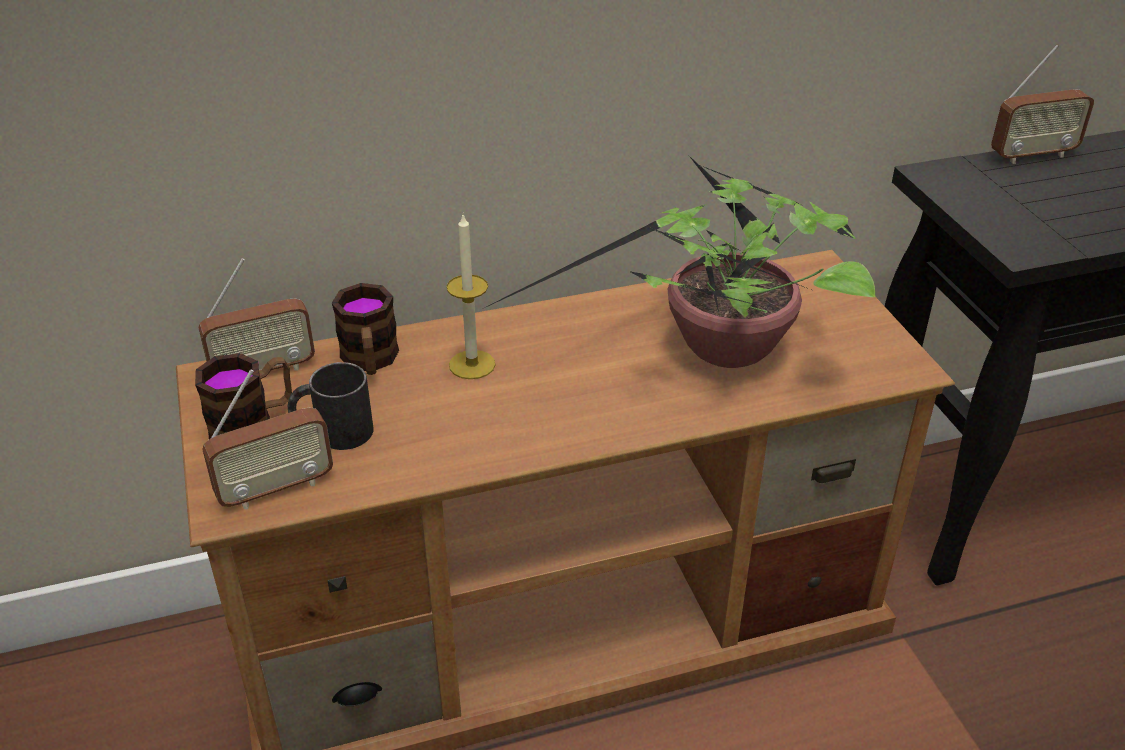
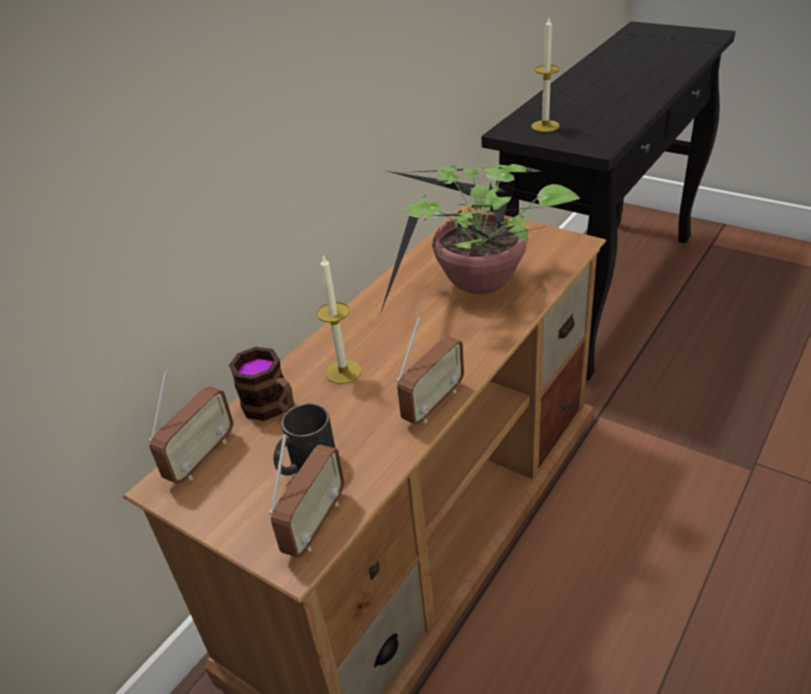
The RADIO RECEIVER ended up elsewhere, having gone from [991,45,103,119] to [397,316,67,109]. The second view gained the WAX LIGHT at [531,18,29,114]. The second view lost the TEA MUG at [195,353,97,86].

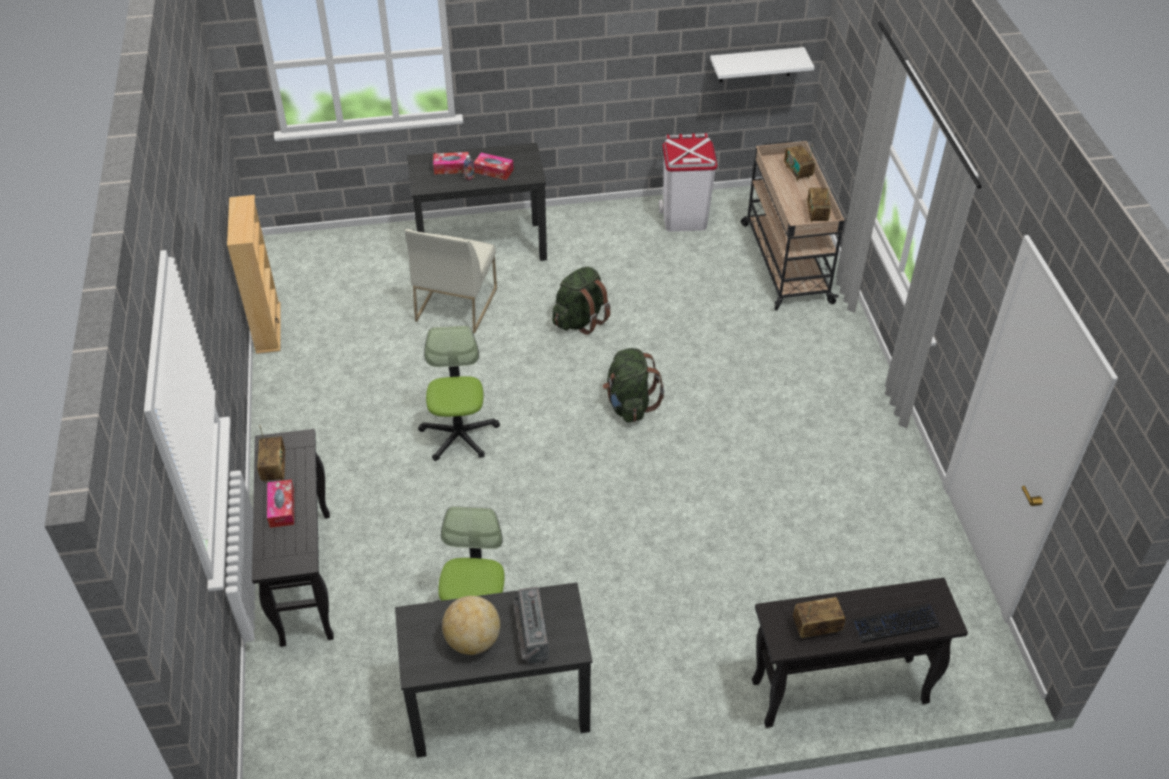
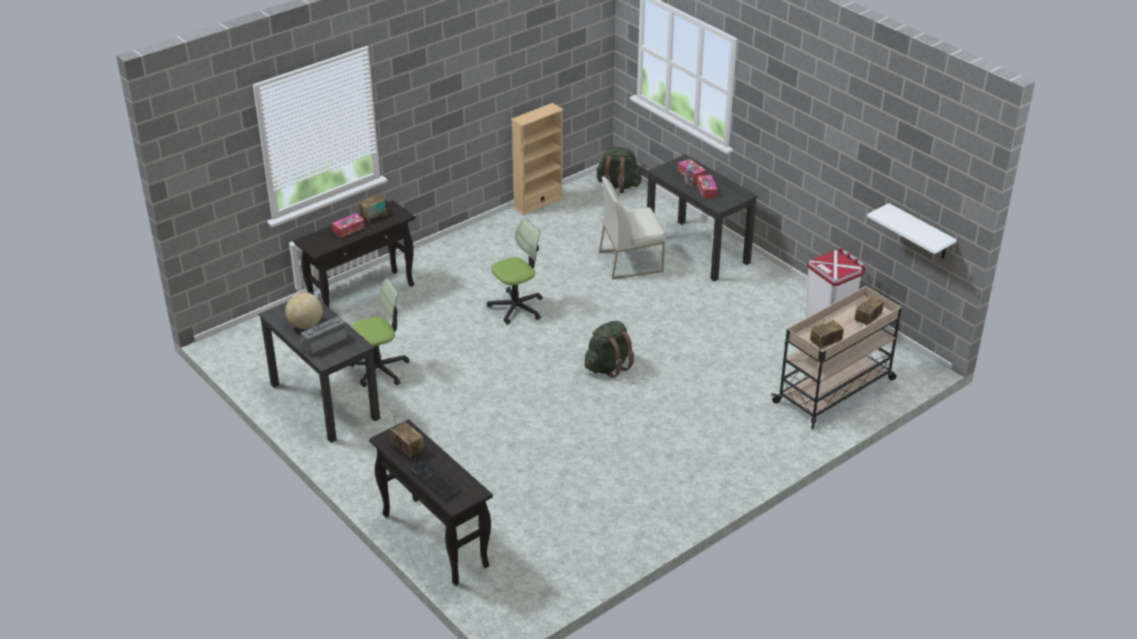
The GREEN-COLOURED RUCKSACK ended up elsewhere, having gone from [552,266,59,69] to [596,147,46,46].

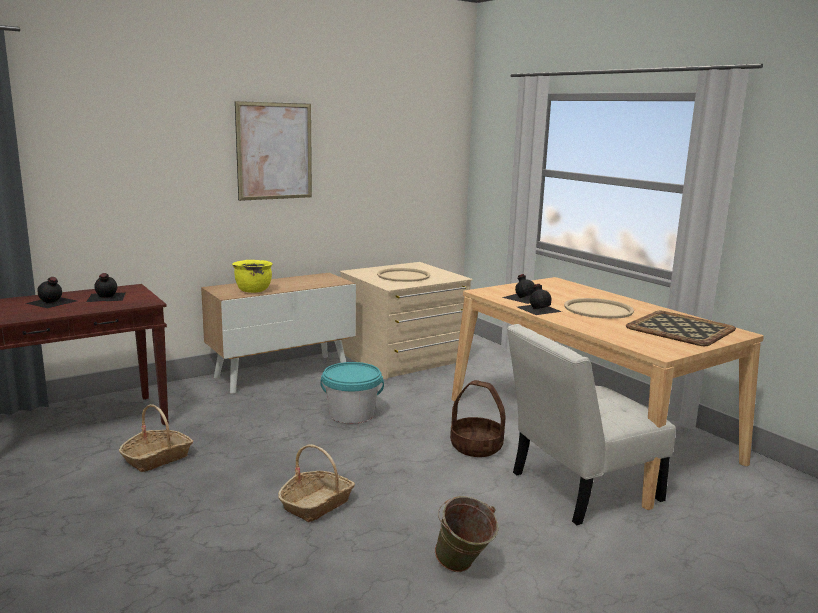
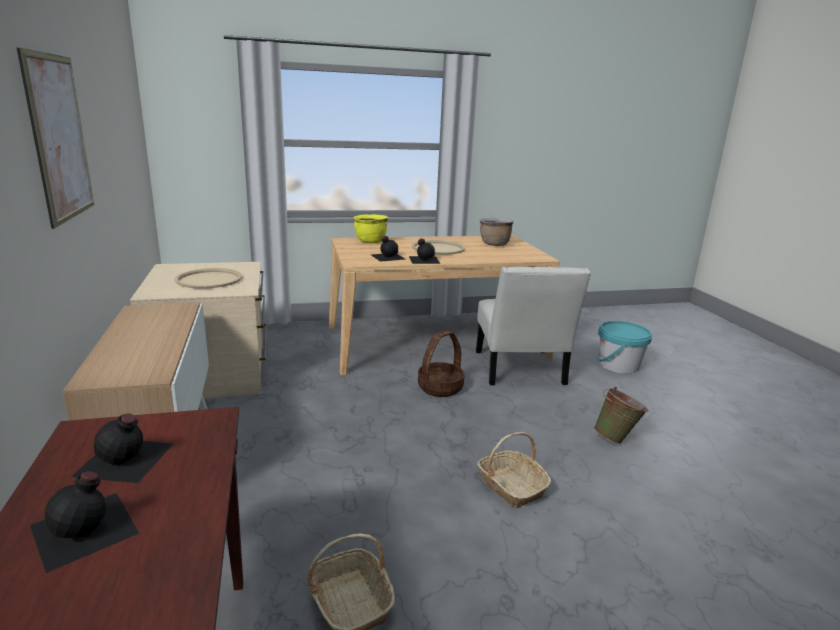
The YELLOWISH COOKING POT ended up elsewhere, having gone from [232,260,41,33] to [353,214,35,29]. Where the CARRYING TRAY stood at [626,311,110,35], the BROWN-COLOURED COOKING POT came to stand at [480,217,34,29]. The TURQUOISE-COLOURED WATER BUCKET ended up elsewhere, having gone from [320,362,64,62] to [597,321,55,53].

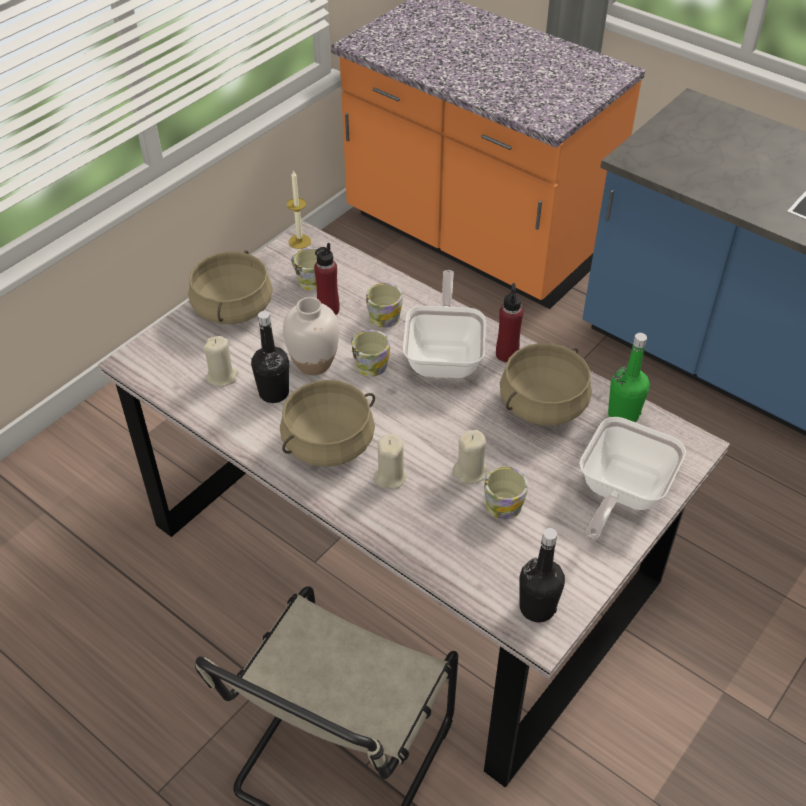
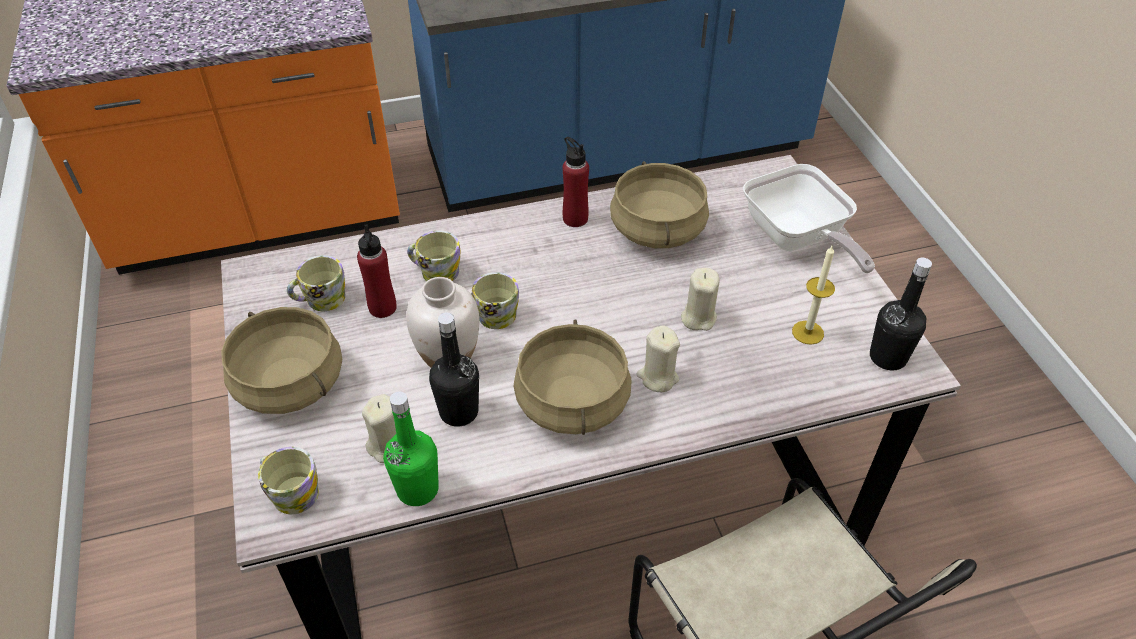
The TEA MUG ended up elsewhere, having gone from [484,466,44,54] to [258,447,61,67]. The GREEN-COLOURED BEVERAGE BOTTLE ended up elsewhere, having gone from [608,333,42,89] to [383,392,56,114]. The WAX LIGHT ended up elsewhere, having gone from [287,170,24,79] to [792,246,43,99]. The second view lost the PAN at [403,270,83,108].

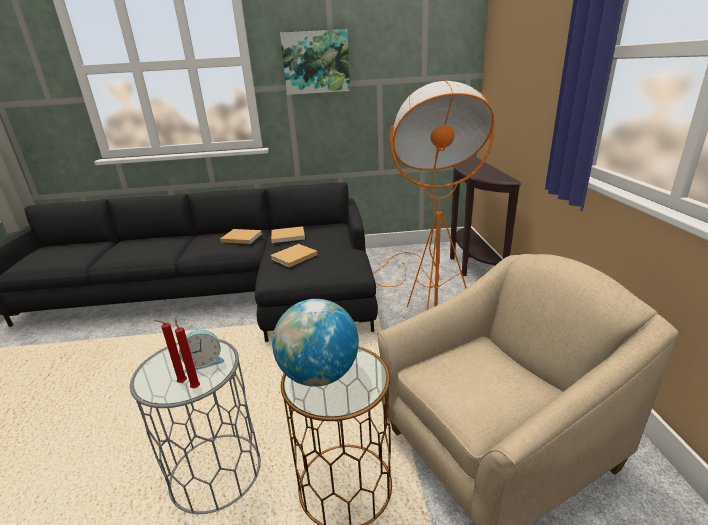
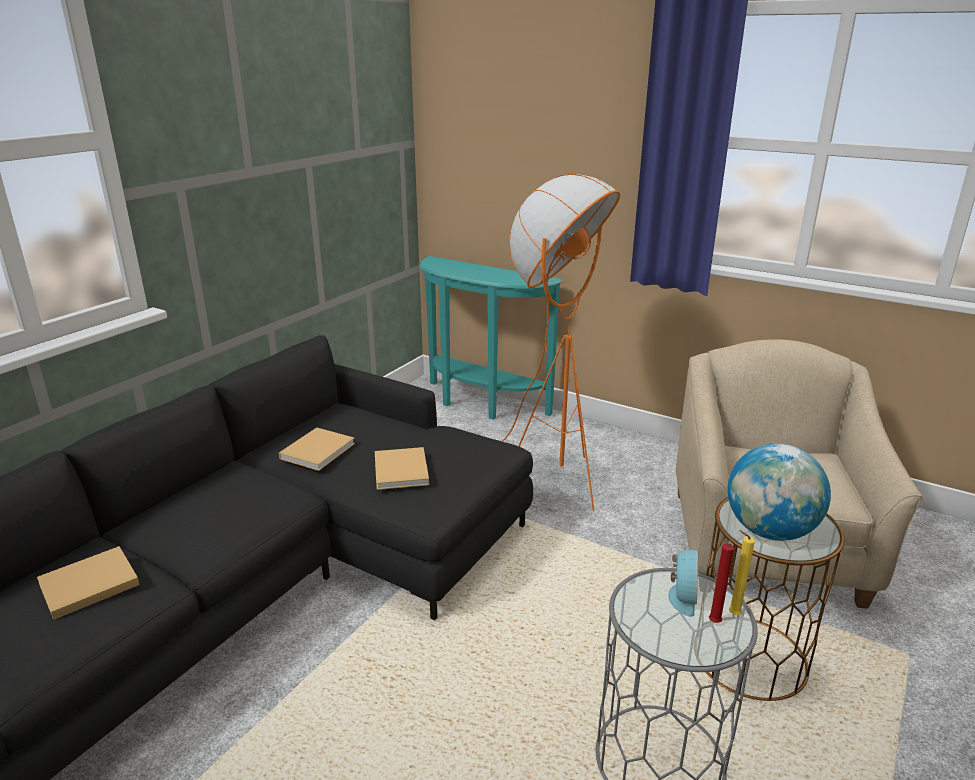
The SAND-COLOURED VOLUME ended up elsewhere, having gone from [220,229,42,15] to [37,546,103,74]. What was the BROWN-COLOURED NARROW TABLE at [450,156,71,120] turned into the TURQUOISE-COLOURED NARROW TABLE at [419,256,143,164]. What was the RED WAX LIGHT at [175,319,25,69] turned into the YELLOWISH WAX LIGHT at [729,530,26,85]. The second view lost the WALL ART at [280,29,70,66].

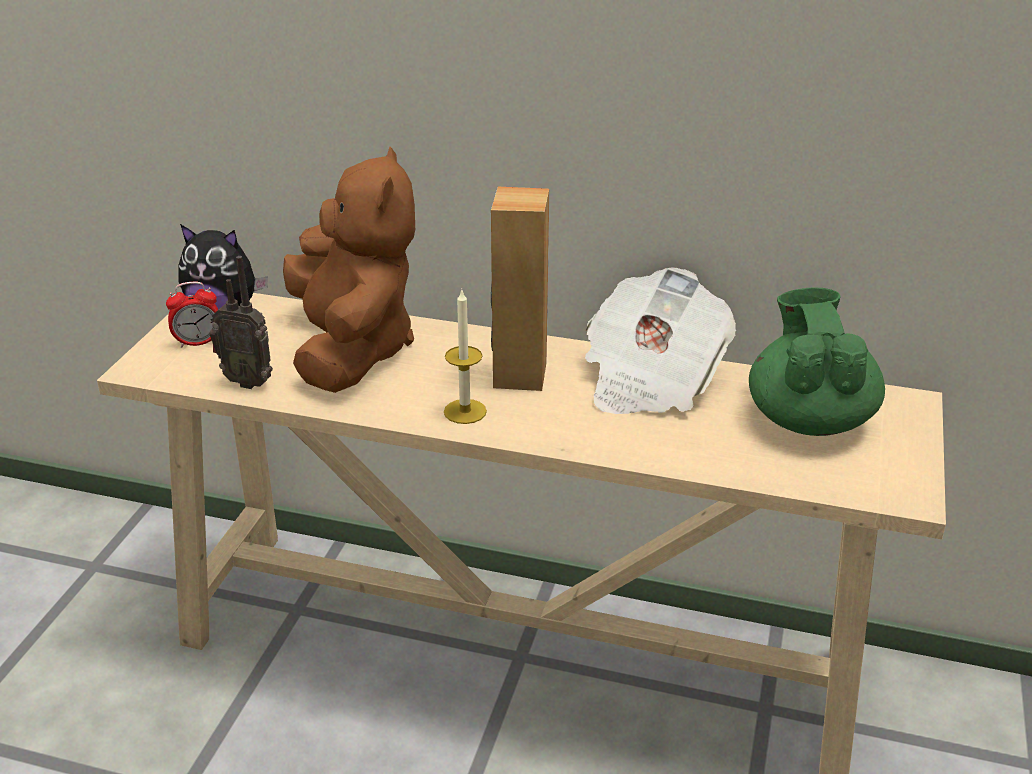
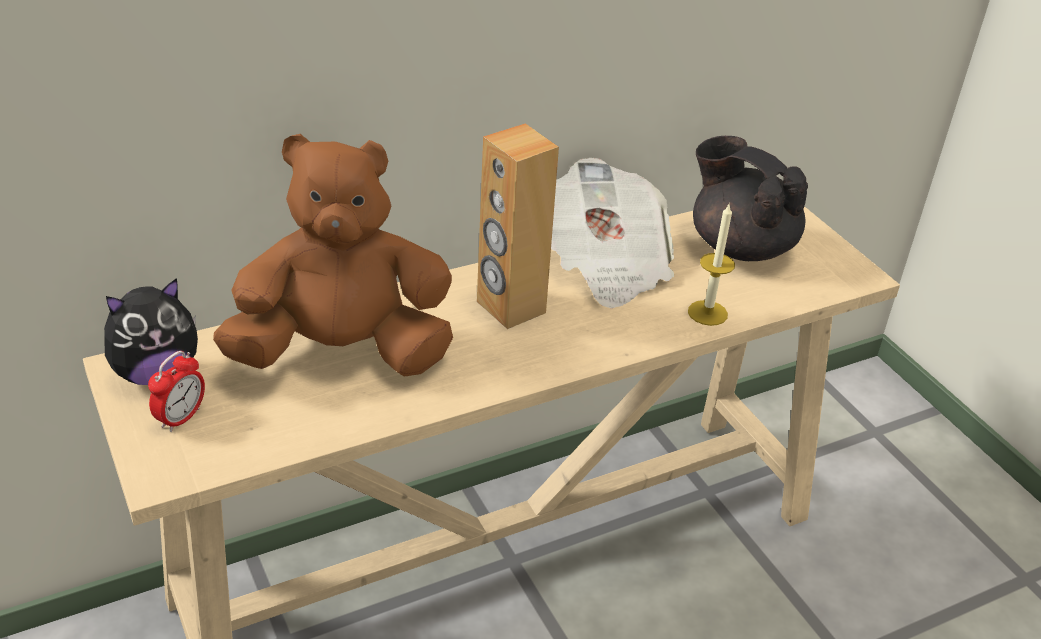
The BROWN-COLOURED SOFT TOY at [283,146,132,247] ended up facing another way, 45 degrees counterclockwise from before. The WAX LIGHT ended up elsewhere, having gone from [444,290,43,134] to [688,204,47,122]. What was the GREEN-COLOURED TEA POT at [749,287,136,149] turned into the BLACK-COLOURED TEA POT at [693,136,115,125]. The second view lost the RADIO RECEIVER at [209,256,64,133].

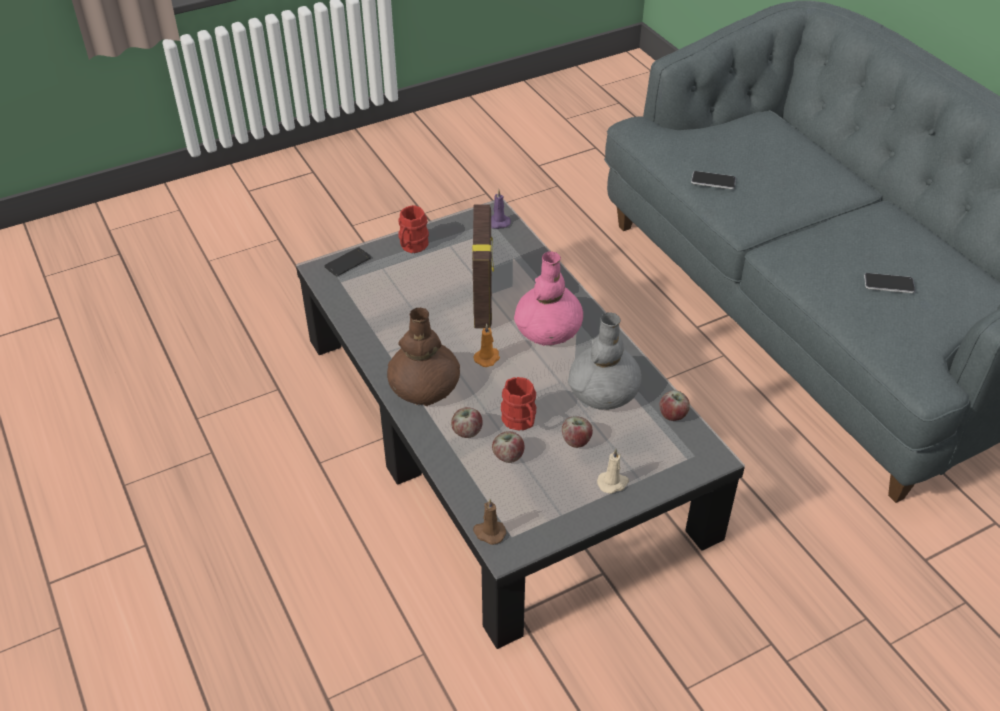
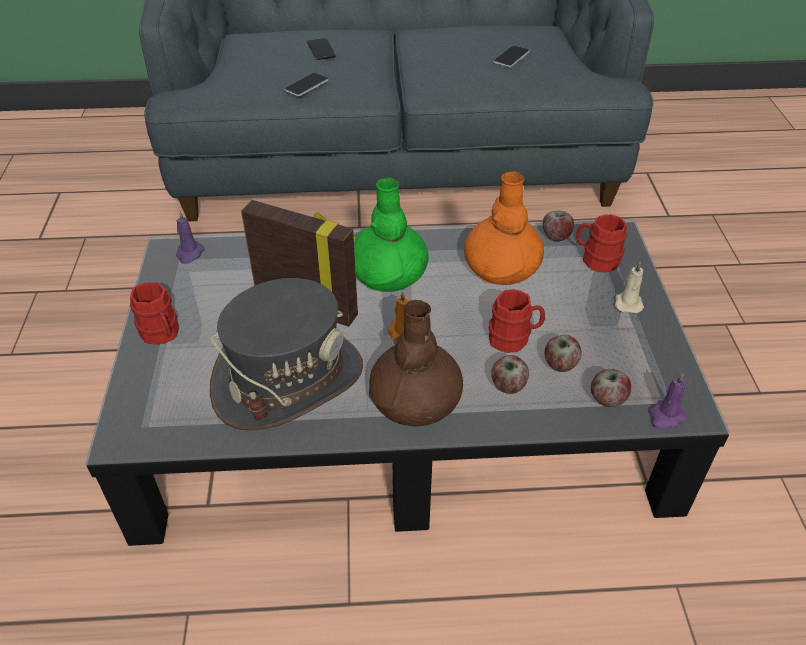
The second view gained the GRAY WEARABLE HAT at [210,278,153,153]. The TELEPHONE ended up elsewhere, having gone from [325,247,46,29] to [307,38,29,22]. What was the PINK DECORATIVE VASE at [514,251,69,95] turned into the GREEN-COLOURED DECORATIVE VASE at [354,177,75,115]. What was the GRAY DECORATIVE VASE at [568,312,74,98] turned into the ORANGEY DECORATIVE VASE at [464,171,80,114]. The second view gained the RED TEA MUG at [576,214,51,58]. The APPLE FRUIT ended up elsewhere, having gone from [562,416,31,32] to [591,369,40,38]. What was the BROWN-COLOURED WAX LIGHT at [473,499,33,46] turned into the PURPLE-COLOURED WAX LIGHT at [650,373,37,56].

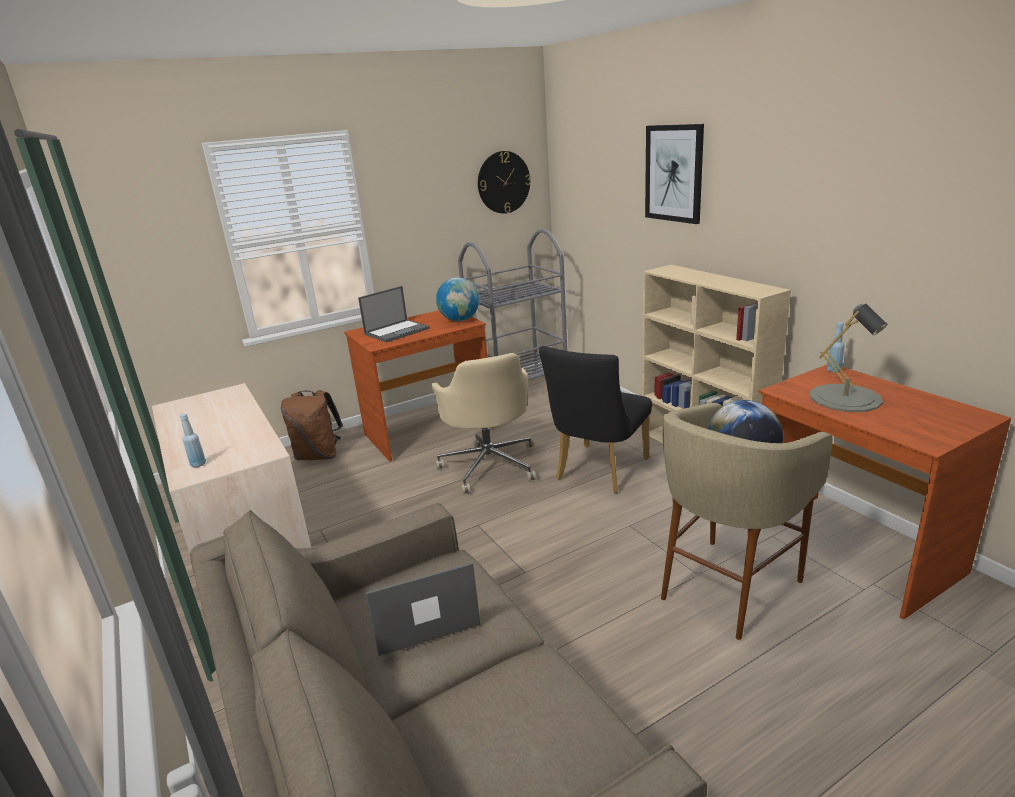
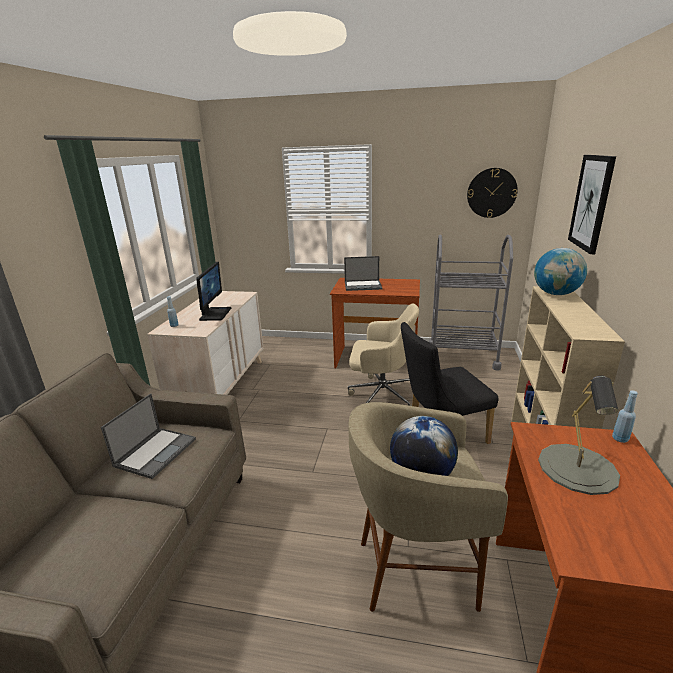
The NOTEBOOK COMPUTER at [366,562,114,94] ended up facing another way, 90 degrees clockwise from before. The second view gained the COMPUTER SCREEN at [196,262,35,59]. The SAND-COLOURED COMPUTER CHAIR at [431,353,105,141] ended up facing another way, 105 degrees counterclockwise from before. The GLOBE ended up elsewhere, having gone from [436,277,43,44] to [534,248,53,47]. The second view lost the BROWN-COLOURED RUCKSACK at [281,390,62,70].

